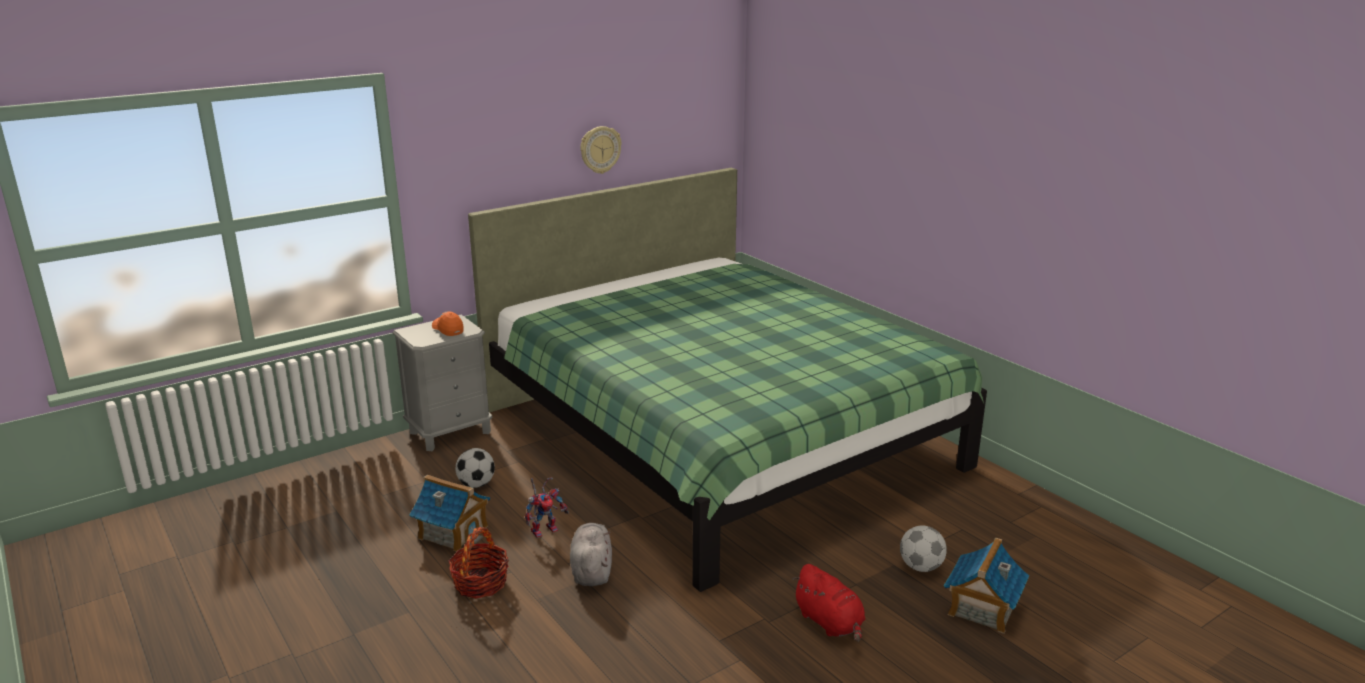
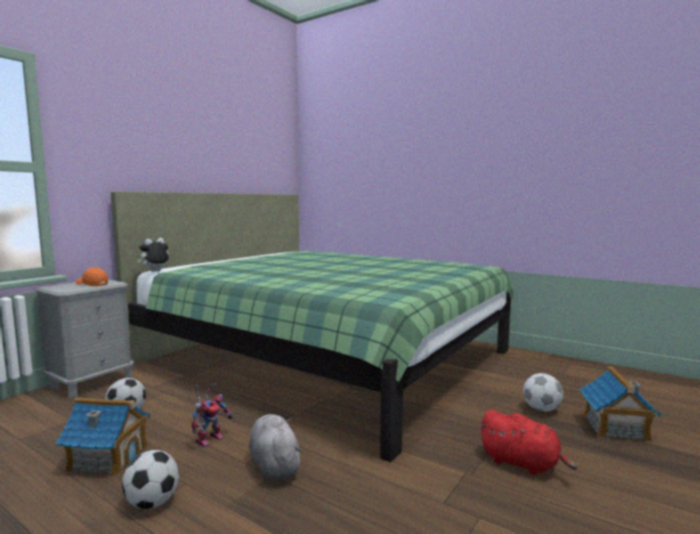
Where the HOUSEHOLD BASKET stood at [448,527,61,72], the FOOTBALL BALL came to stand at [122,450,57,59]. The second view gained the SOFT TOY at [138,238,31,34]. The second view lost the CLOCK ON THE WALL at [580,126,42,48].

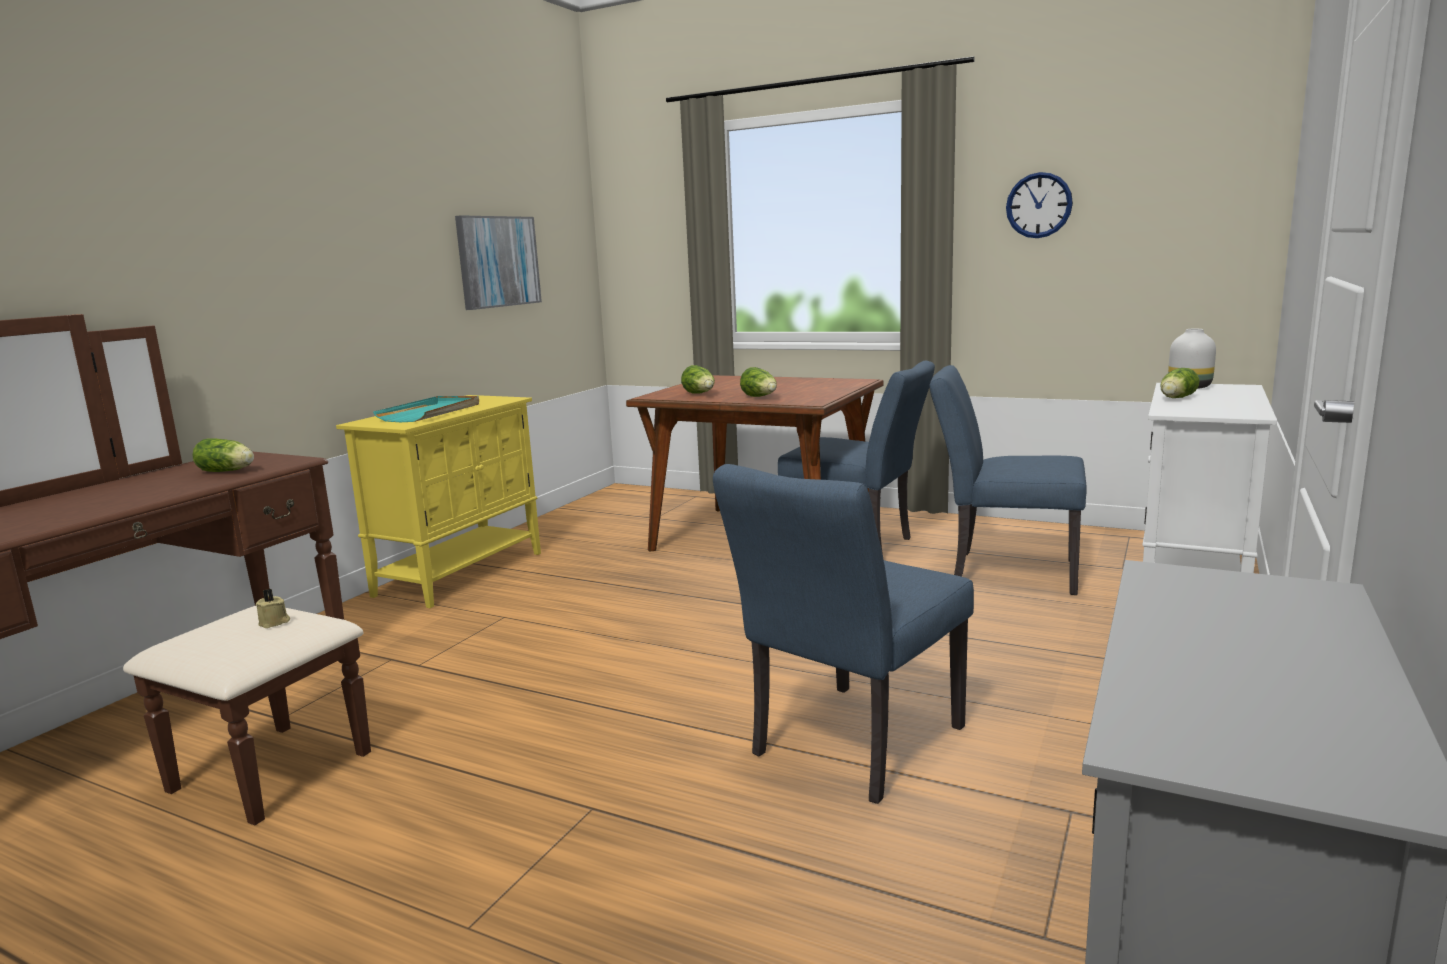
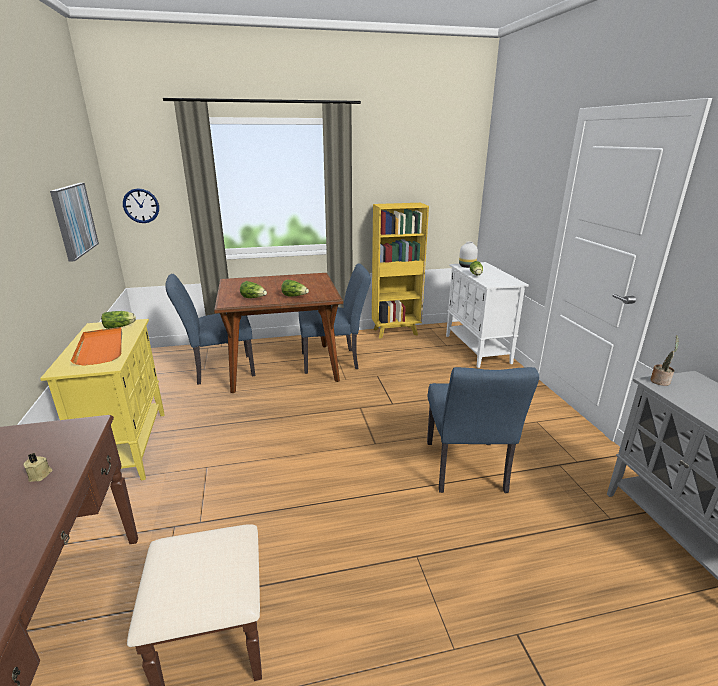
The SAND-COLOURED WAX LIGHT ended up elsewhere, having gone from [256,589,34,39] to [23,453,30,29]. What was the TURQUOISE-COLOURED CARRYING TRAY at [373,396,106,26] turned into the ORANGEY CARRYING TRAY at [71,327,51,39]. The LETTUCE ended up elsewhere, having gone from [192,438,62,34] to [101,311,35,18]. The CLOCK ON THE WALL ended up elsewhere, having gone from [1006,172,67,66] to [123,188,36,35]. The BLUE-COLOURED PLAIN CHAIR ended up elsewhere, having gone from [930,365,157,230] to [165,274,90,111]. The second view gained the YELLOWISH BOOKSHELF at [372,203,57,136]. The second view gained the PLANT IN A POT at [650,335,29,51].

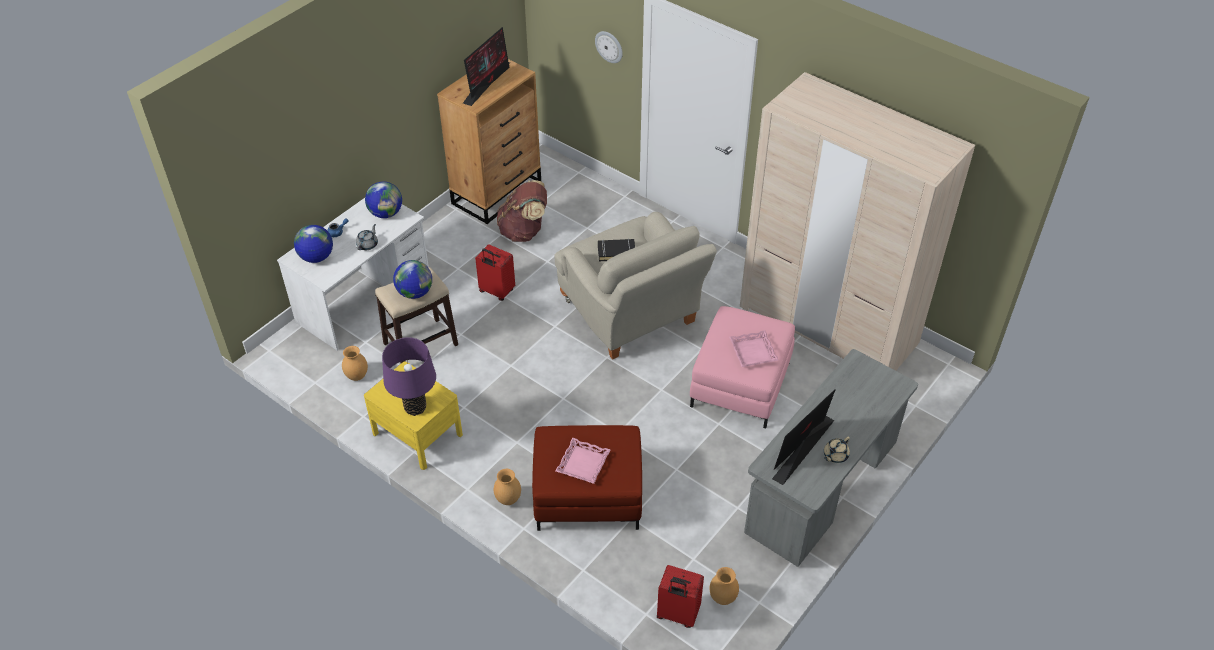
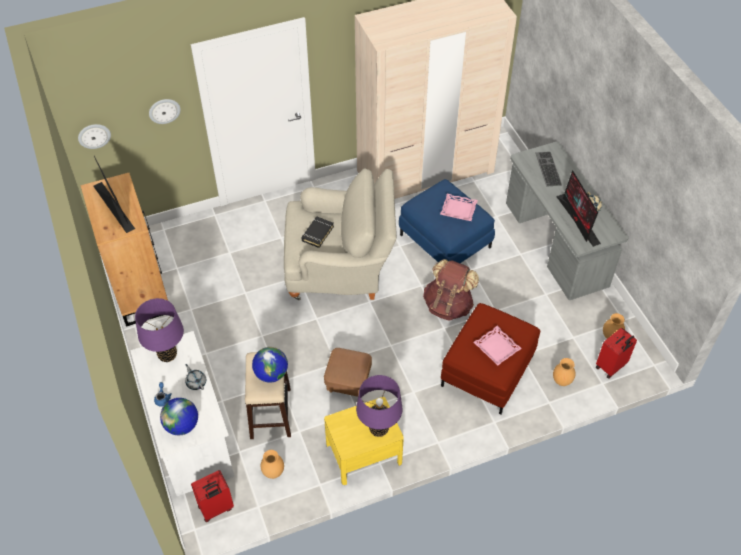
The second view gained the CLOCK ON THE WALL at [78,124,33,25]. Where the GLOBE stood at [365,182,37,36], the PURPLE-COLOURED TABLE LAMP came to stand at [135,298,49,64]. The RED SUITCASE ended up elsewhere, having gone from [475,244,40,57] to [191,470,43,52]. The second view gained the BROWN-COLOURED OTTOMAN at [324,348,48,49]. What was the PINK OTTOMAN at [690,306,105,122] turned into the BLUE-COLOURED OTTOMAN at [399,179,96,84]. The BROWN-COLOURED RUCKSACK ended up elsewhere, having gone from [497,180,50,62] to [423,259,56,62]. The second view gained the KEYBOARD at [535,152,27,34]. The BROWN-COLOURED DECORATIVE VASE ended up elsewhere, having gone from [494,469,27,36] to [553,358,22,28].

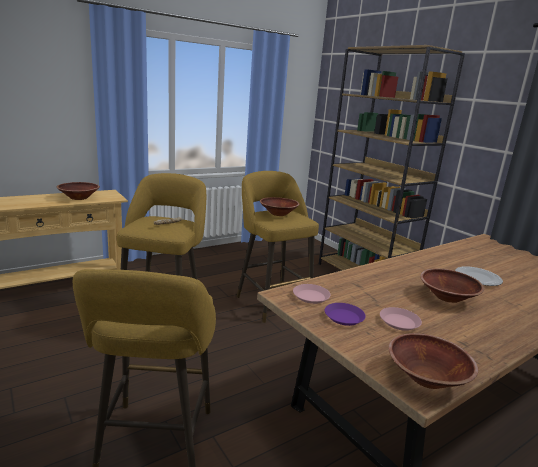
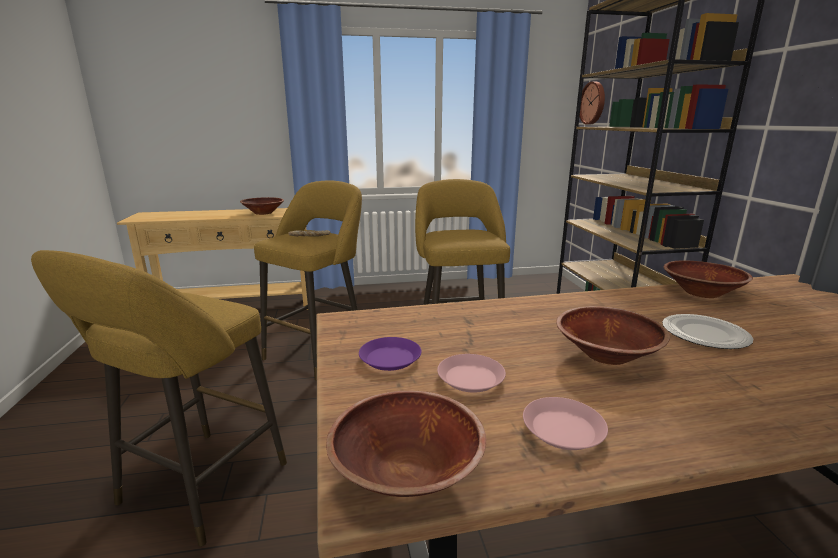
The PINK DINNER PLATE ended up elsewhere, having gone from [293,284,37,20] to [523,397,85,53]. The second view gained the CLOCK ON THE WALL at [579,82,26,42]. The BROWN-COLOURED BOWL ended up elsewhere, having gone from [260,197,39,19] to [664,260,89,38].

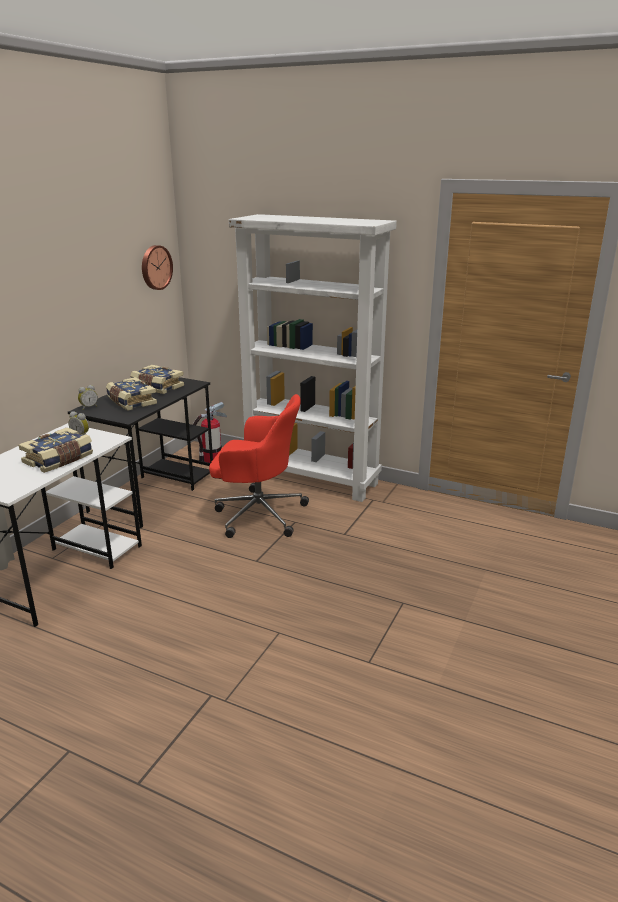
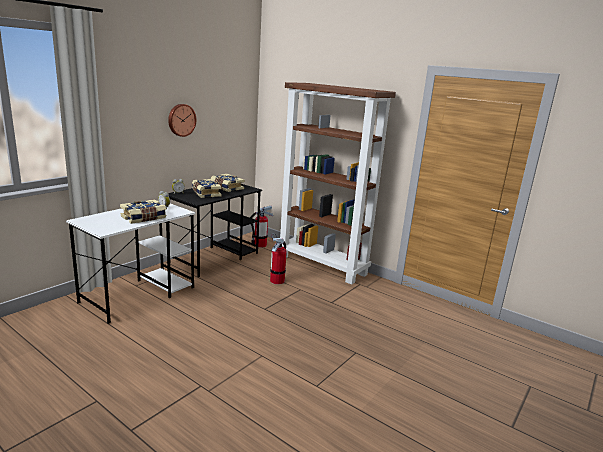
The CLOCK ON THE WALL ended up elsewhere, having gone from [142,245,31,45] to [168,104,28,33]. Where the RED COMPUTER CHAIR stood at [209,394,100,144], the EXTINGUISHER came to stand at [270,234,17,50]. What was the WHITE-COLOURED BOOKSHELF at [229,214,168,288] turned into the BROWN-COLOURED BOOKSHELF at [280,82,116,203].

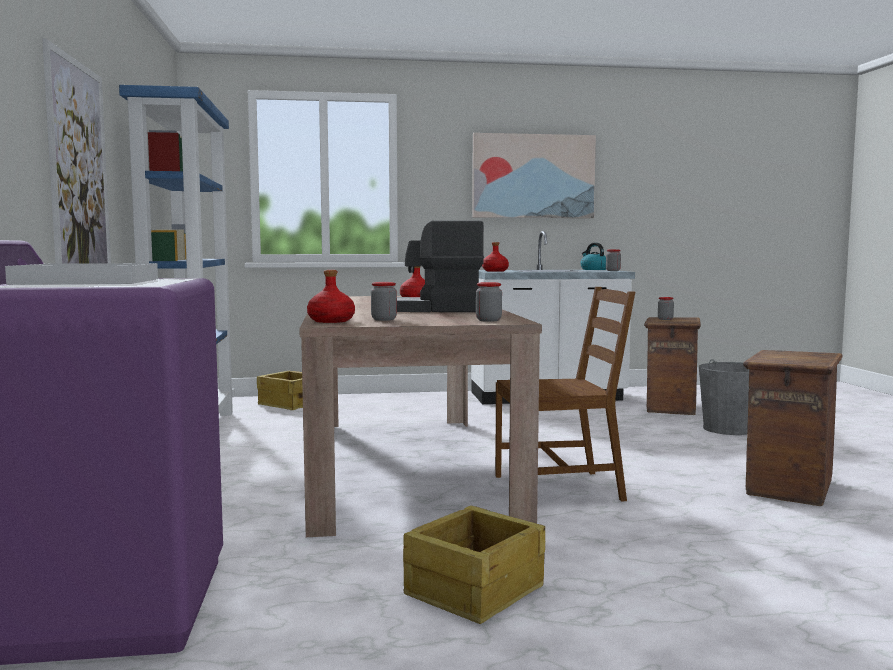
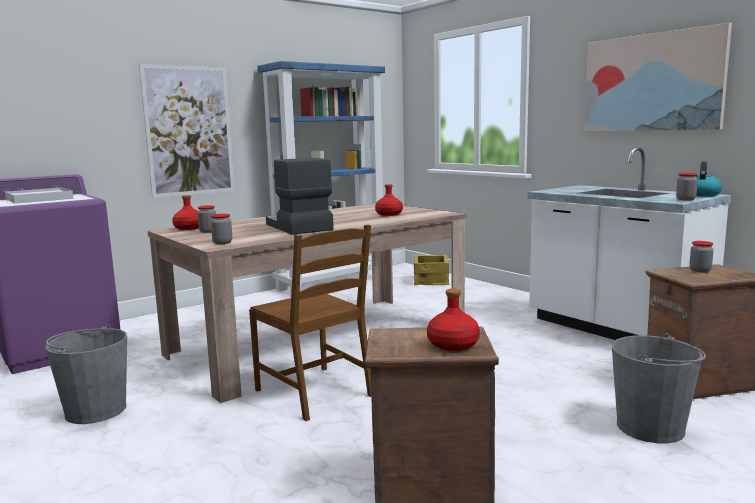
Where the CRATE stood at [403,505,142,119], the GRAY WATER BUCKET came to stand at [46,324,81,100]. The RED BEVERAGE BOTTLE ended up elsewhere, having gone from [482,242,27,30] to [427,288,53,63].

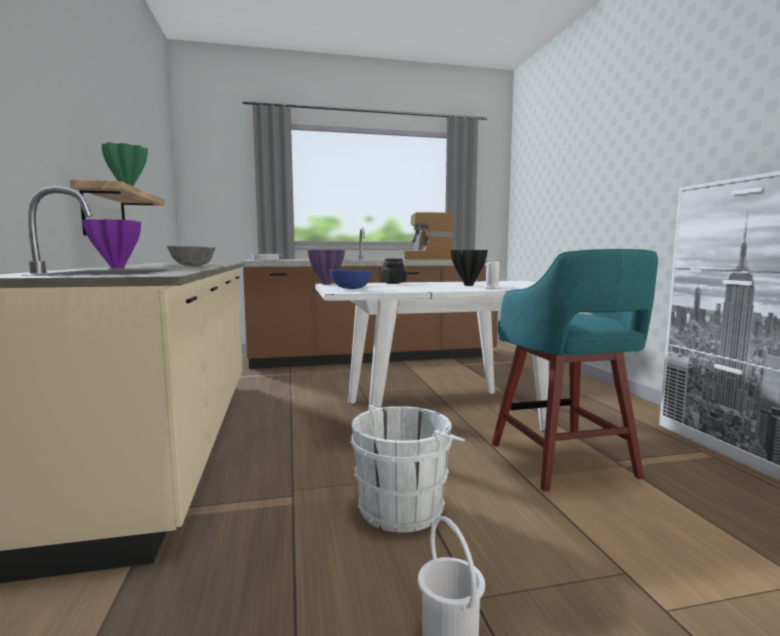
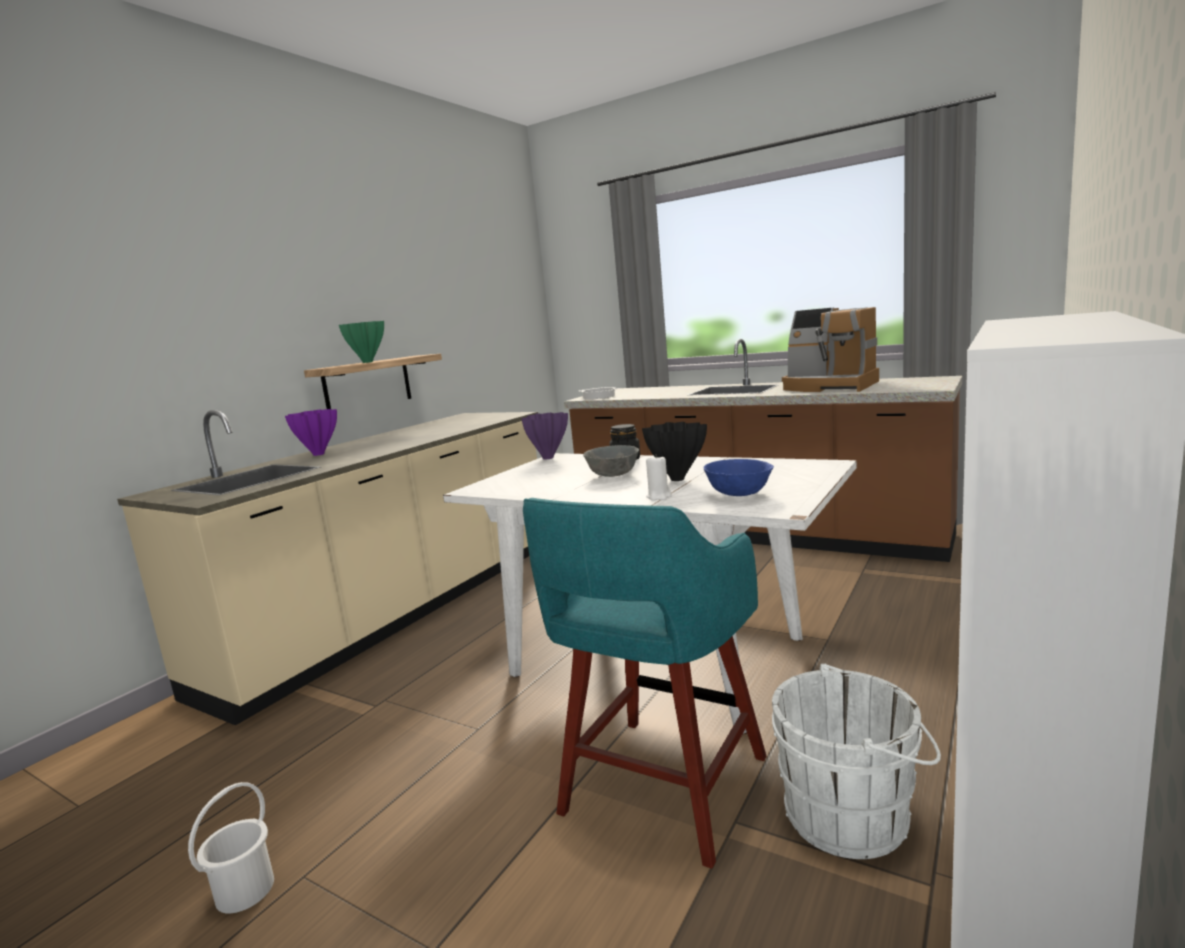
The GRAY BOWL ended up elsewhere, having gone from [167,246,49,20] to [583,445,56,32]. The BLUE-COLOURED BOWL ended up elsewhere, having gone from [329,269,44,20] to [704,459,70,37]. The WHITE-COLOURED WATER BUCKET ended up elsewhere, having gone from [350,405,115,128] to [772,664,169,195]. The COFFEE MACHINE at [402,212,51,48] ended up facing another way, 90 degrees counterclockwise from before.

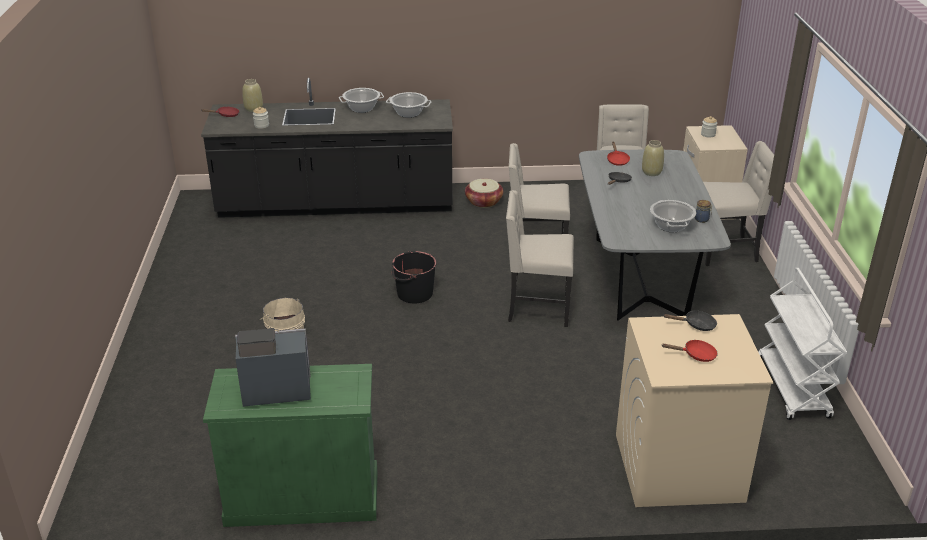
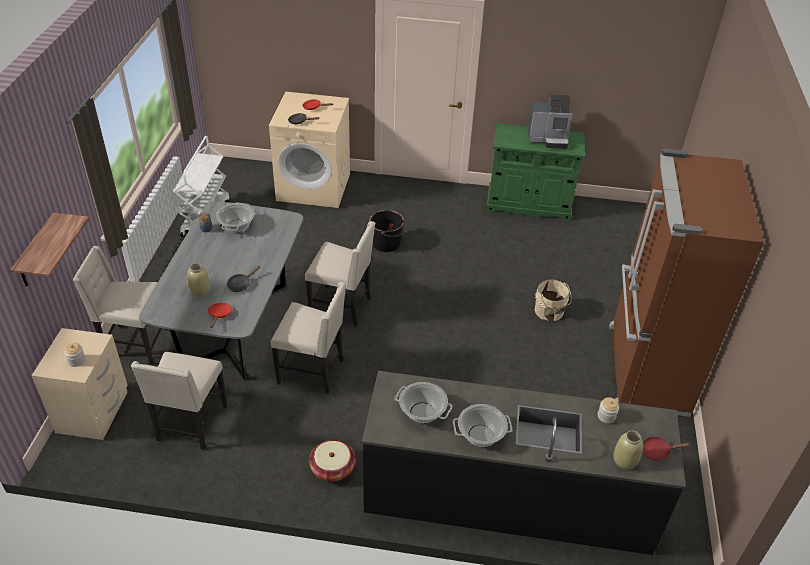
The second view gained the BRACKET SHELF at [10,212,79,75]. The BLACK-COLOURED WATER BUCKET ended up elsewhere, having gone from [392,251,44,52] to [369,210,36,42]. The second view gained the BROWN-COLOURED KITCHEN FRIDGE at [609,148,155,269].

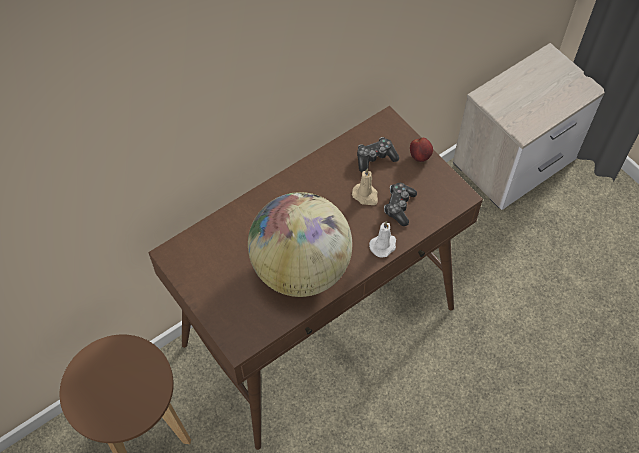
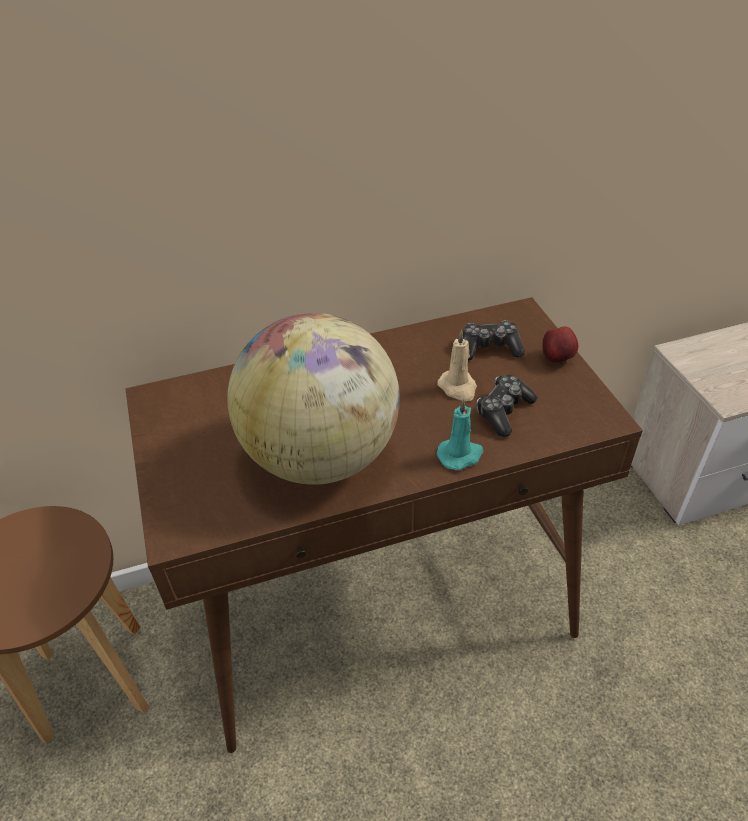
What was the WHITE-COLOURED WAX LIGHT at [369,221,27,36] turned into the TURQUOISE-COLOURED WAX LIGHT at [437,399,47,71].

